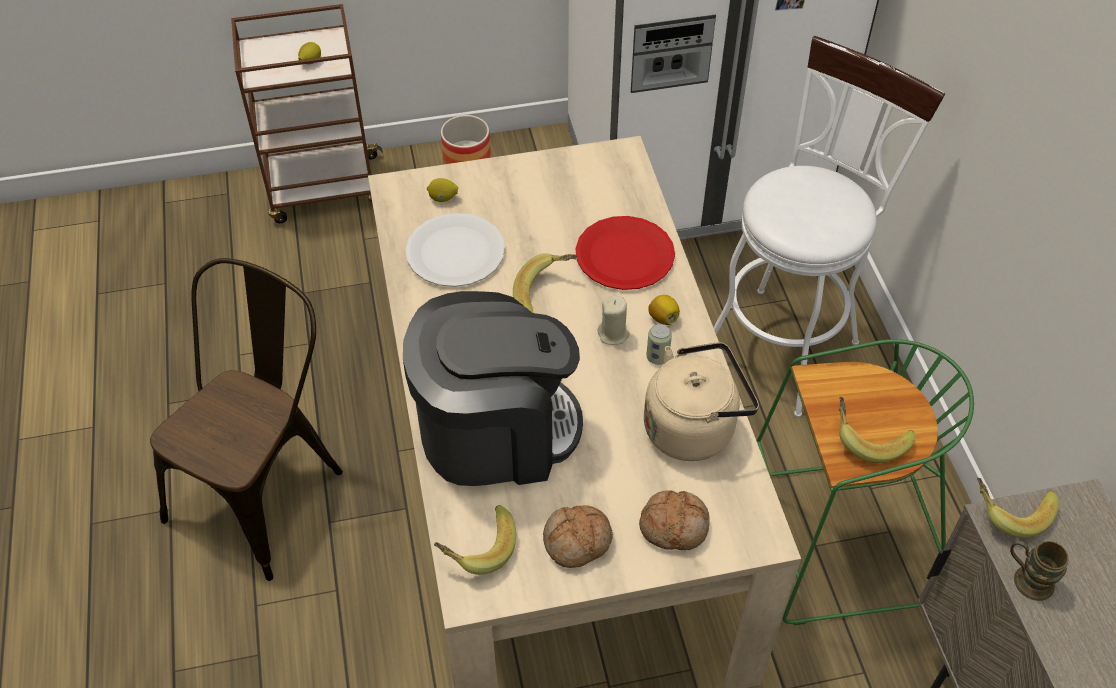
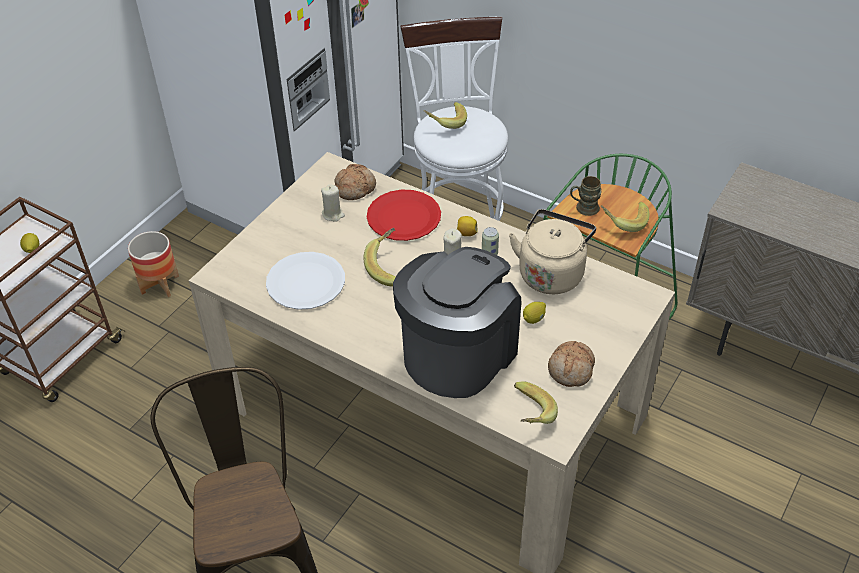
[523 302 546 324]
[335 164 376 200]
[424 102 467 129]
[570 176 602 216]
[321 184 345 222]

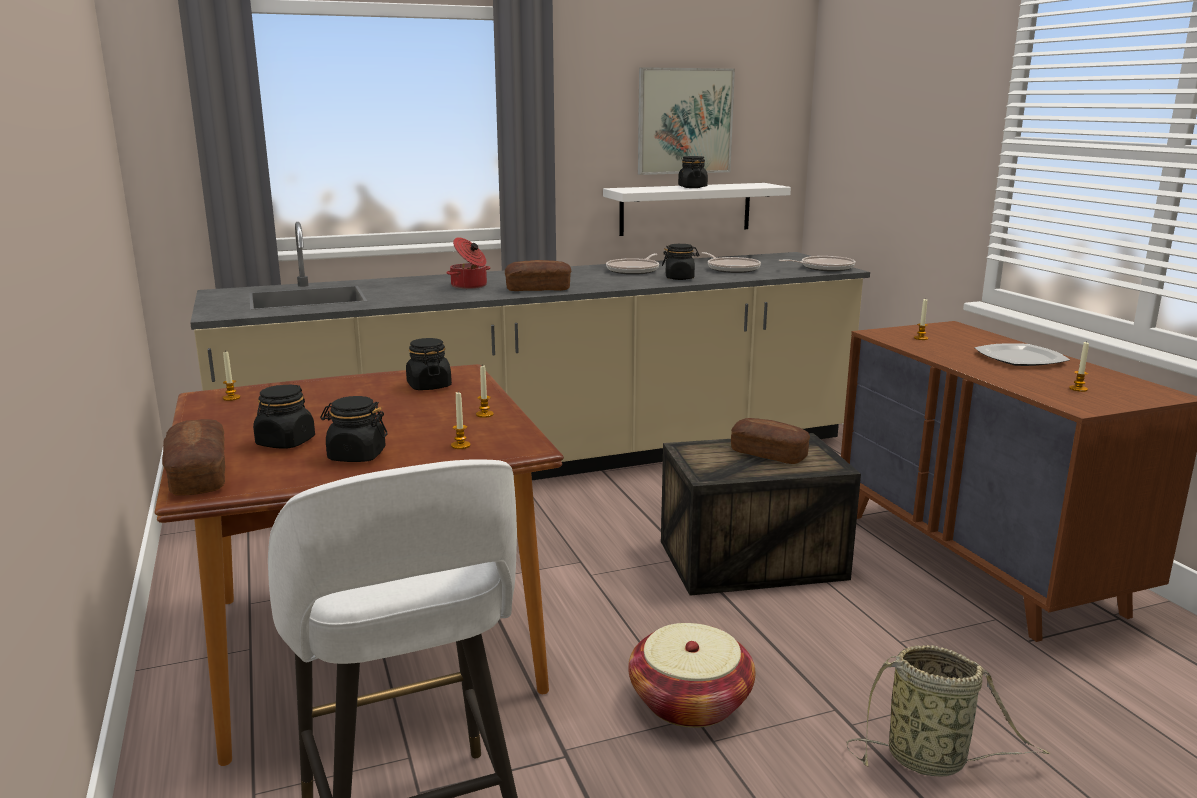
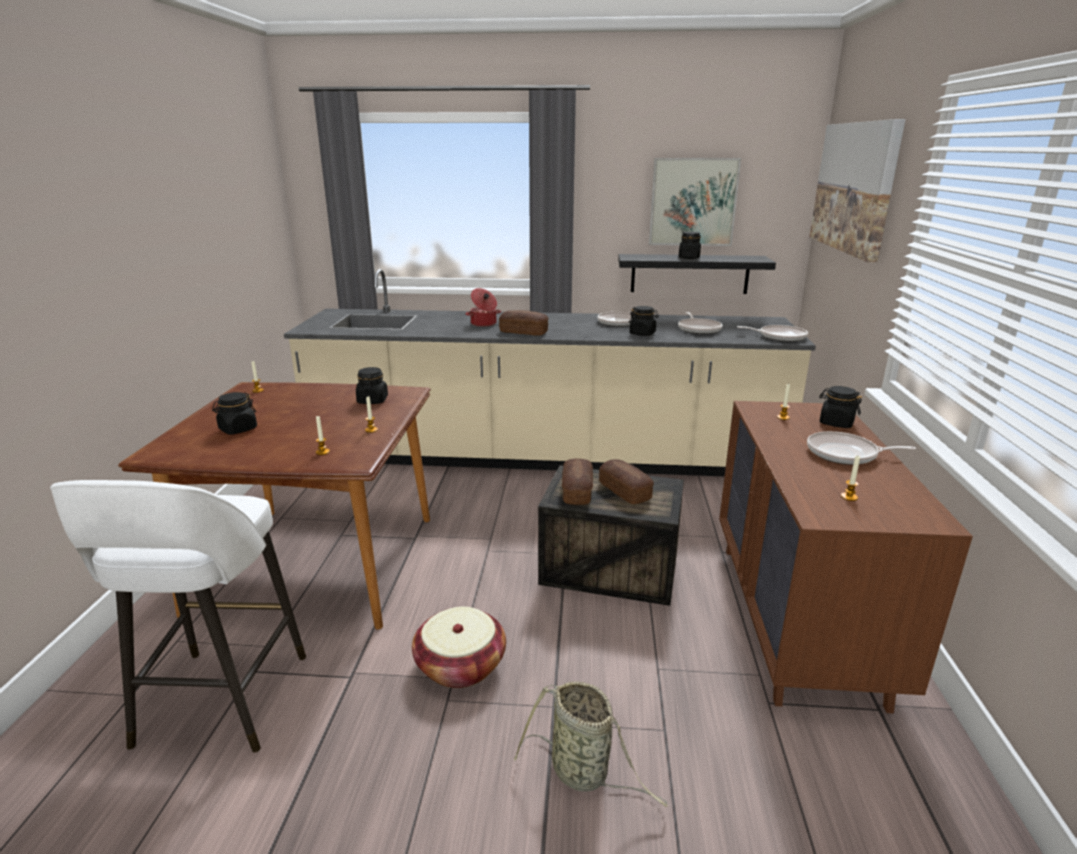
[562 459 593 505]
[819 386 862 428]
[618 254 776 294]
[807 431 916 465]
[810 119 906 262]

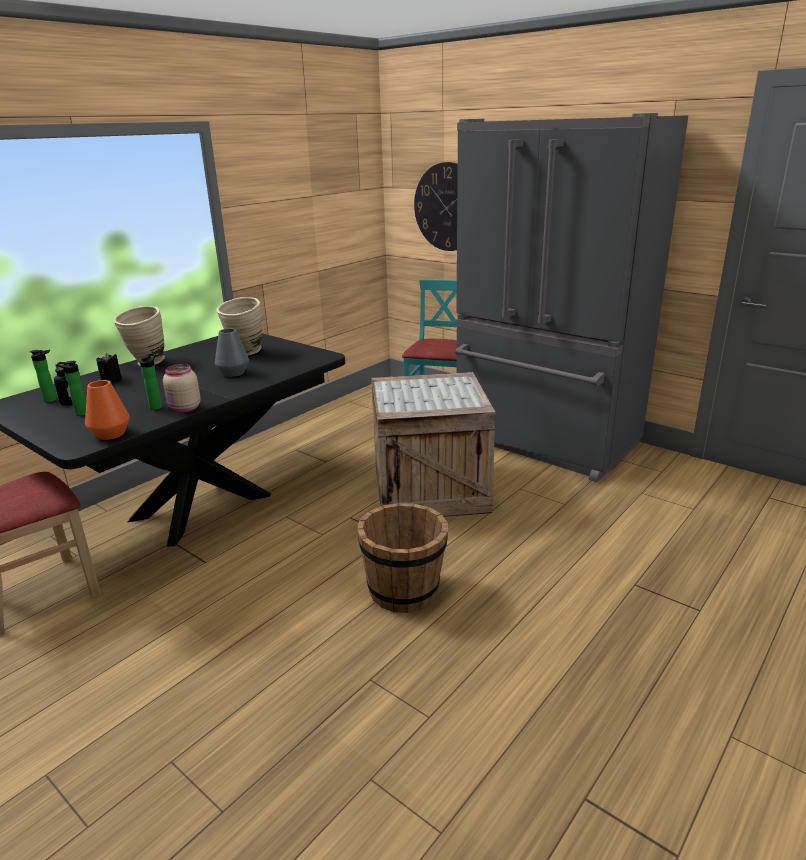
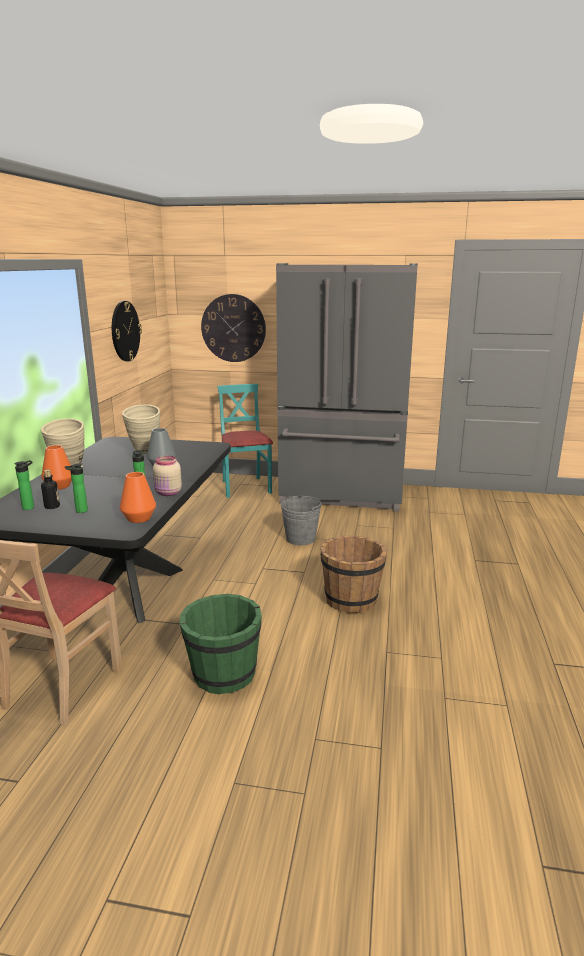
[41 445 72 490]
[281 496 321 545]
[112 301 142 361]
[180 594 262 694]

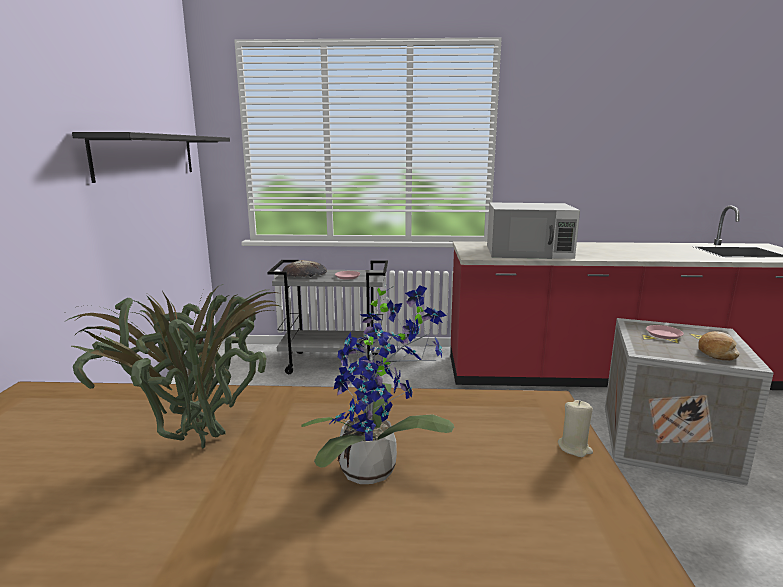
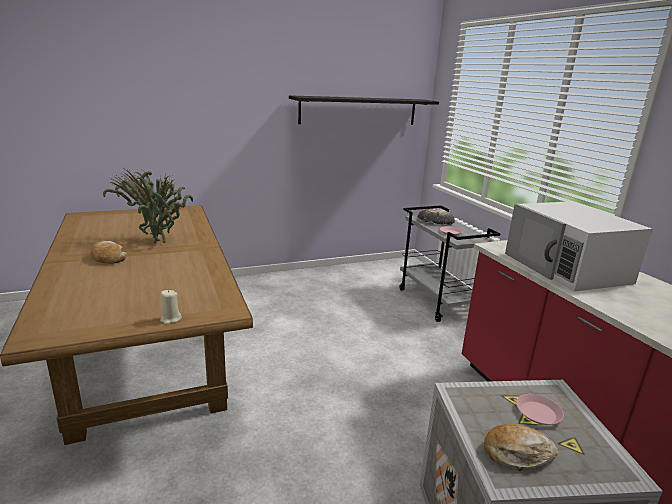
[301 283 454 484] (first image)
[91 241 127 264]

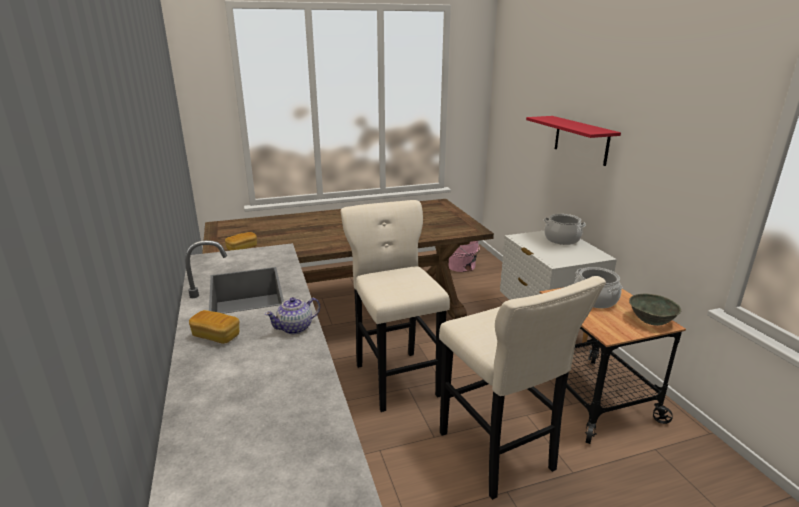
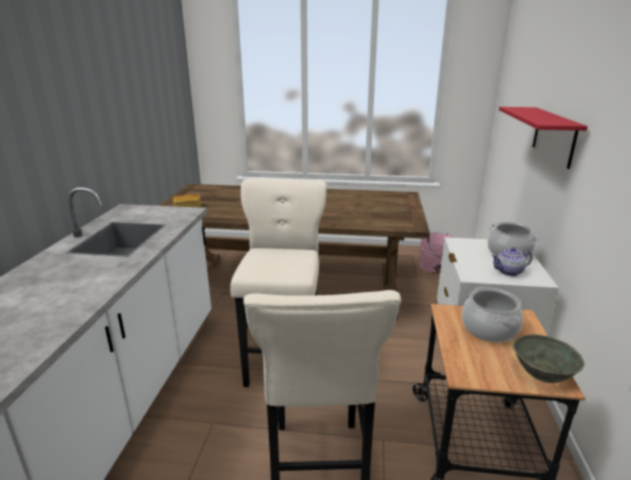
[189 310 239 344] (first image)
[491 247 533 276]

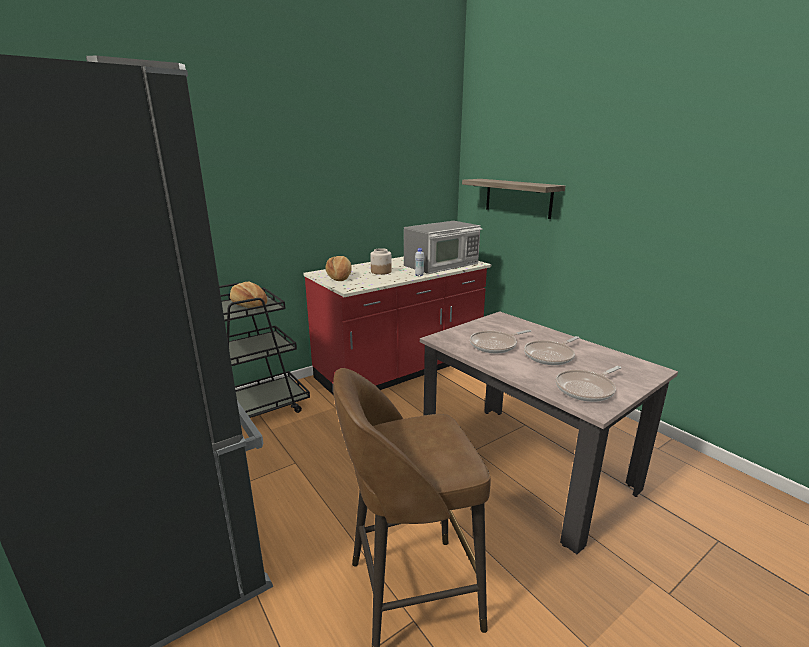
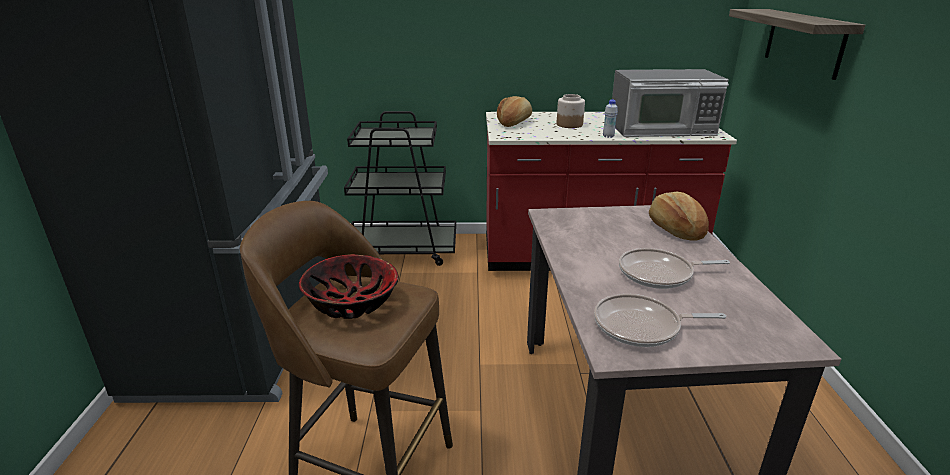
[649 192 709 240]
[470 330 531 353] (first image)
[299 254 399 319]

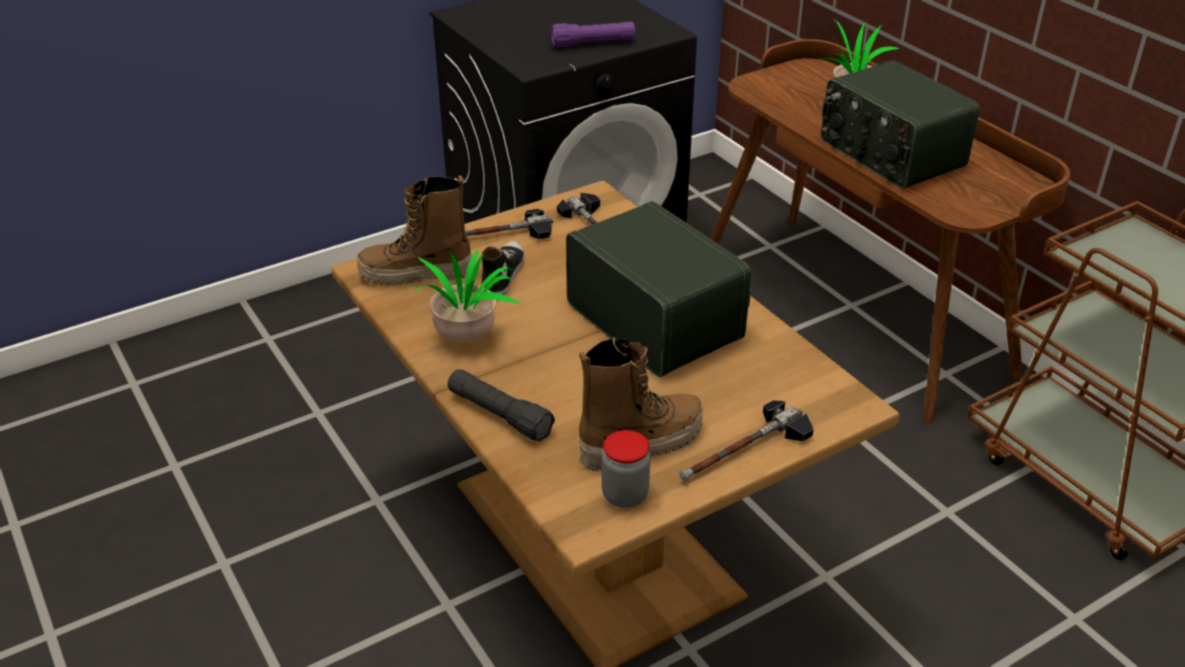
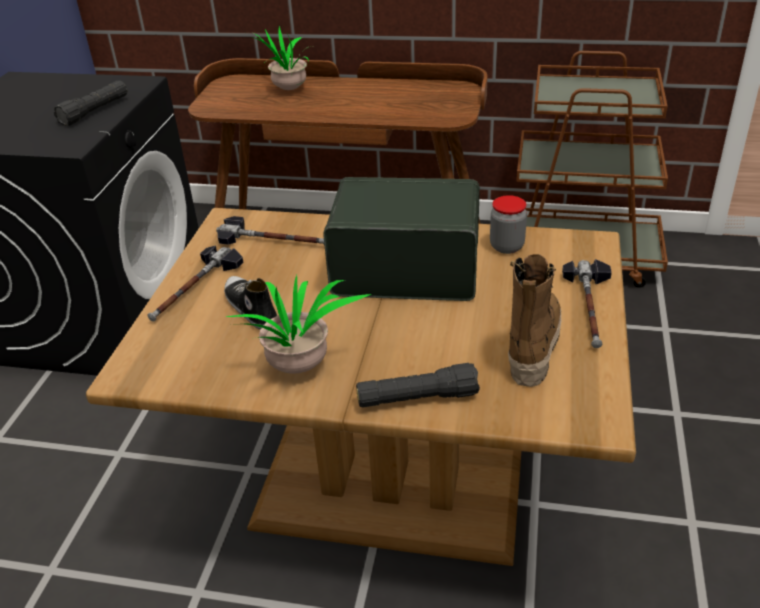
[357 175 472 286] (first image)
[54 81 128 126]
[490 195 527 254]
[821 60 980 189] (first image)

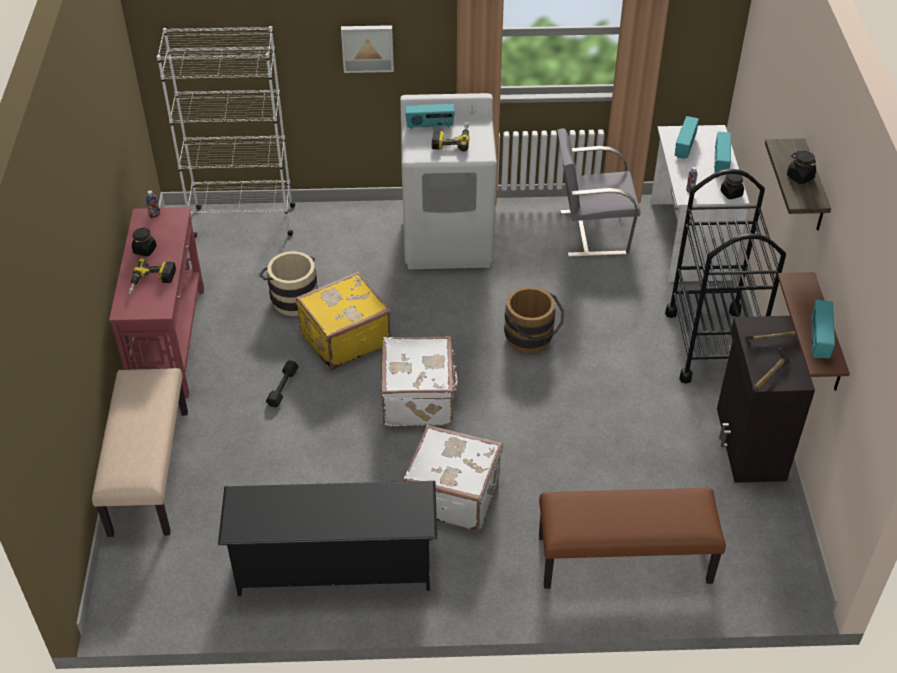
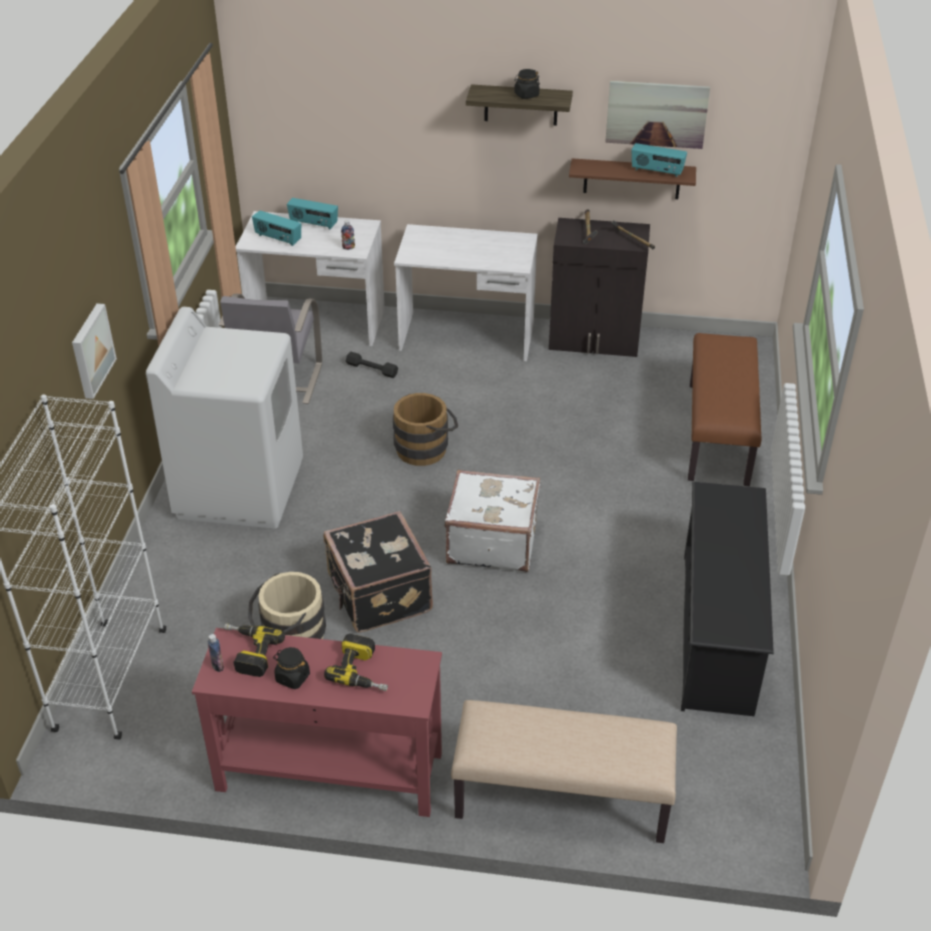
[346 352 398 378]
[324 511 433 632]
[403 425 503 531] (first image)
[405 104 455 129] (first image)
[224 623 285 677]
[394 224 538 361]
[720 174 744 199] (first image)
[605 81 710 149]

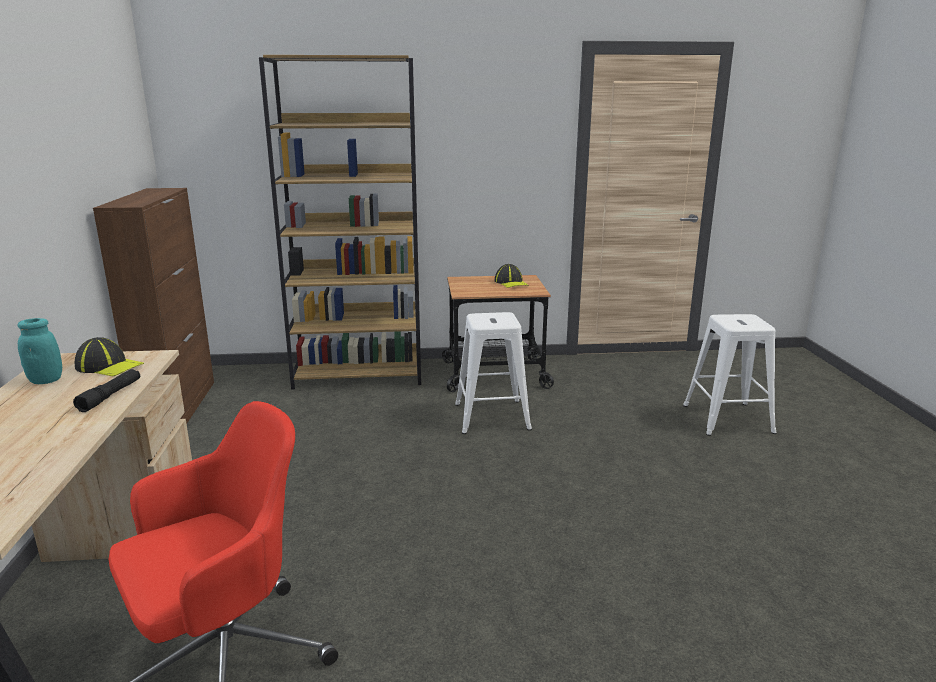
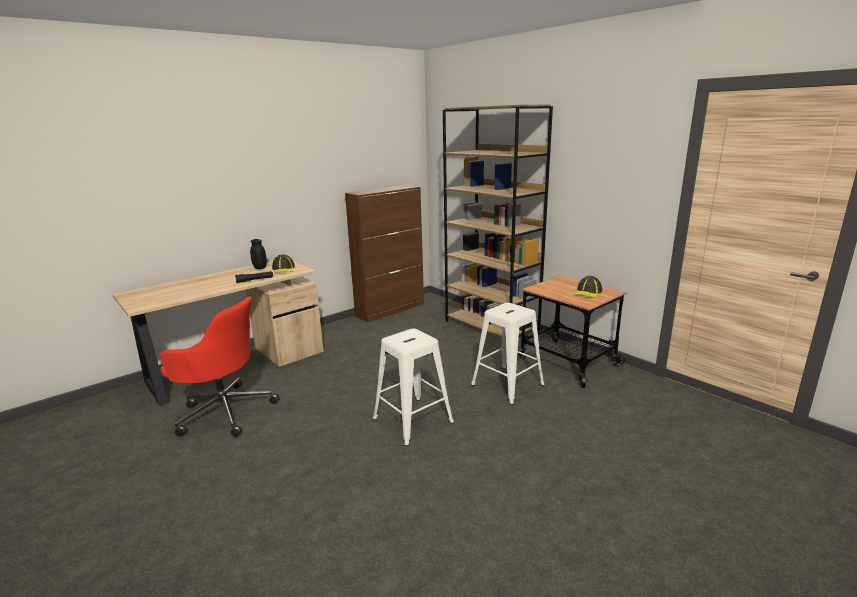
[250 239 267 269]
[373 329 454 446]

